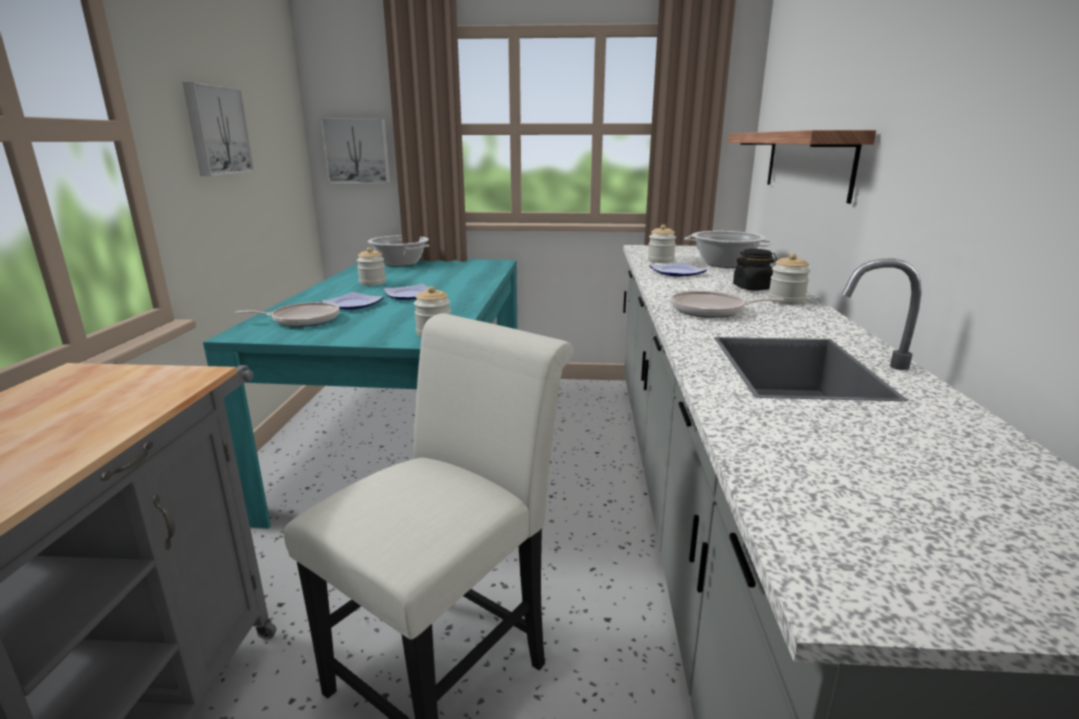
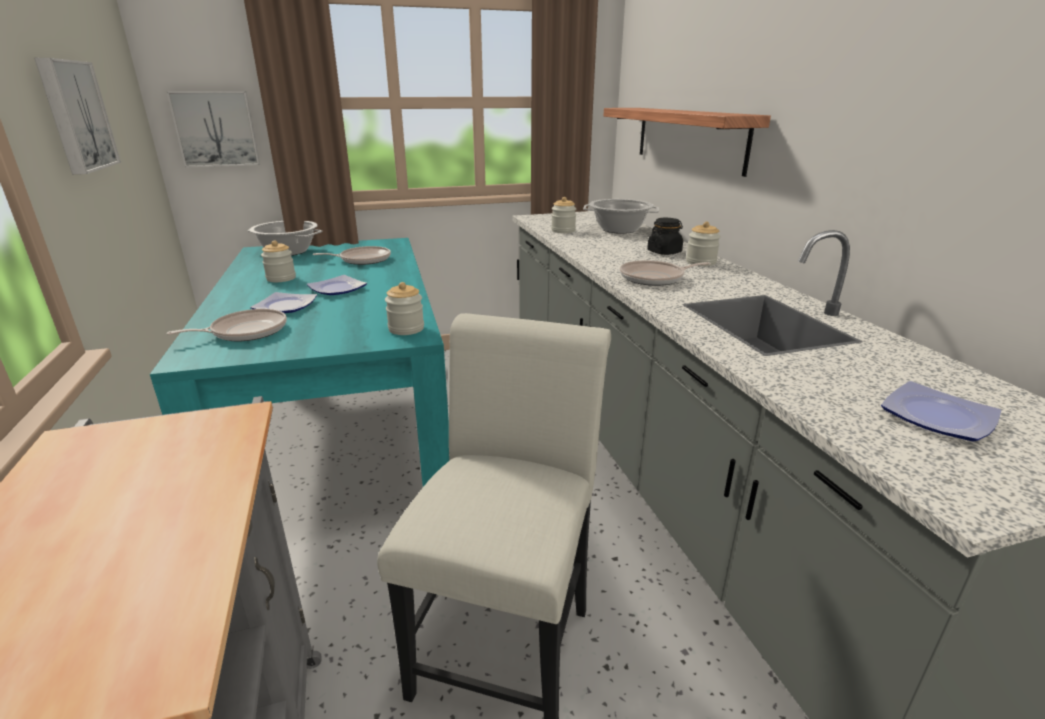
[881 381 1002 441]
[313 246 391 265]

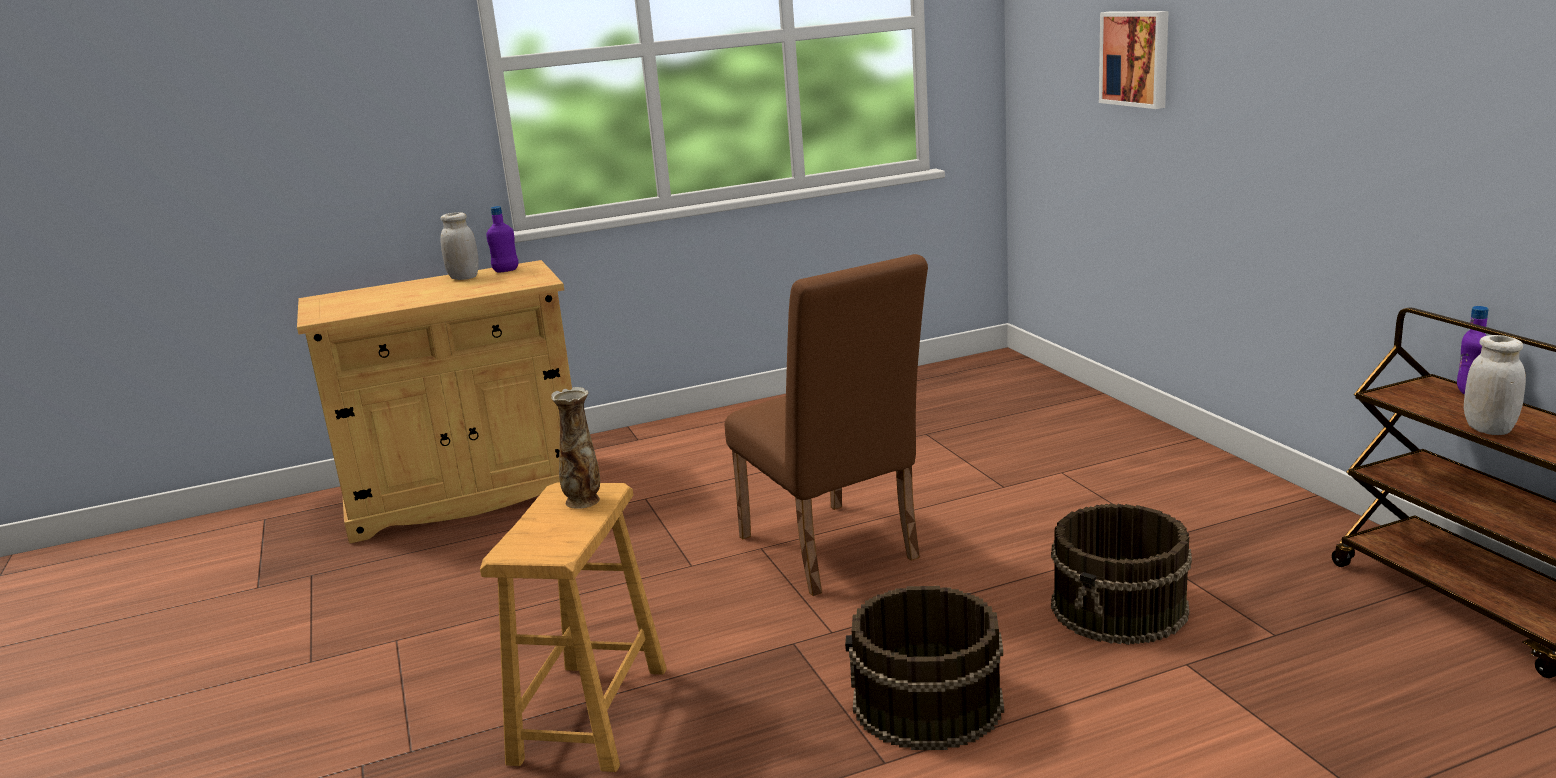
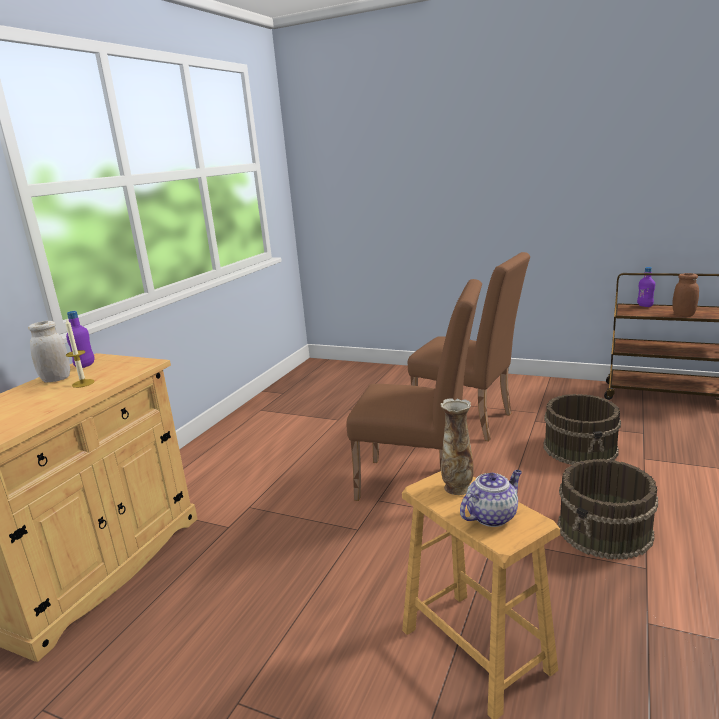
[1099 11 1168 109] (first image)
[672 273 699 316]
[65 319 95 388]
[408 252 530 441]
[460 470 522 527]

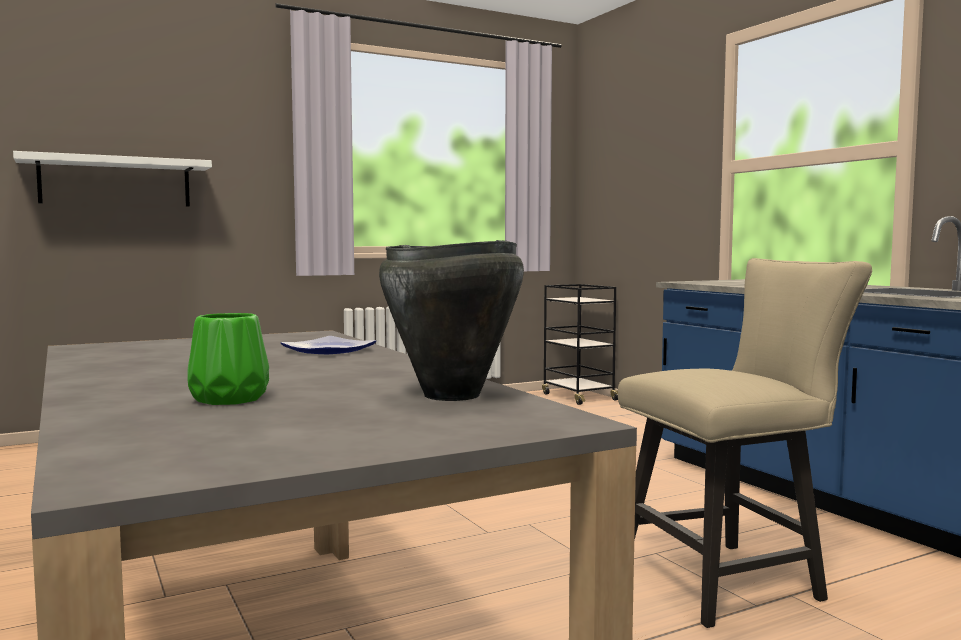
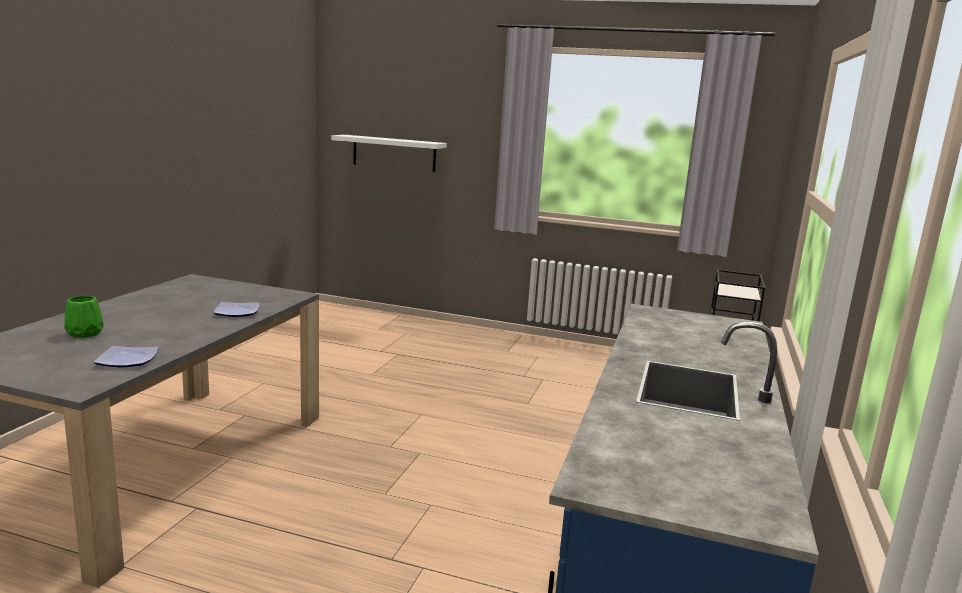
[93 346 159 367]
[618 258 872 628] (first image)

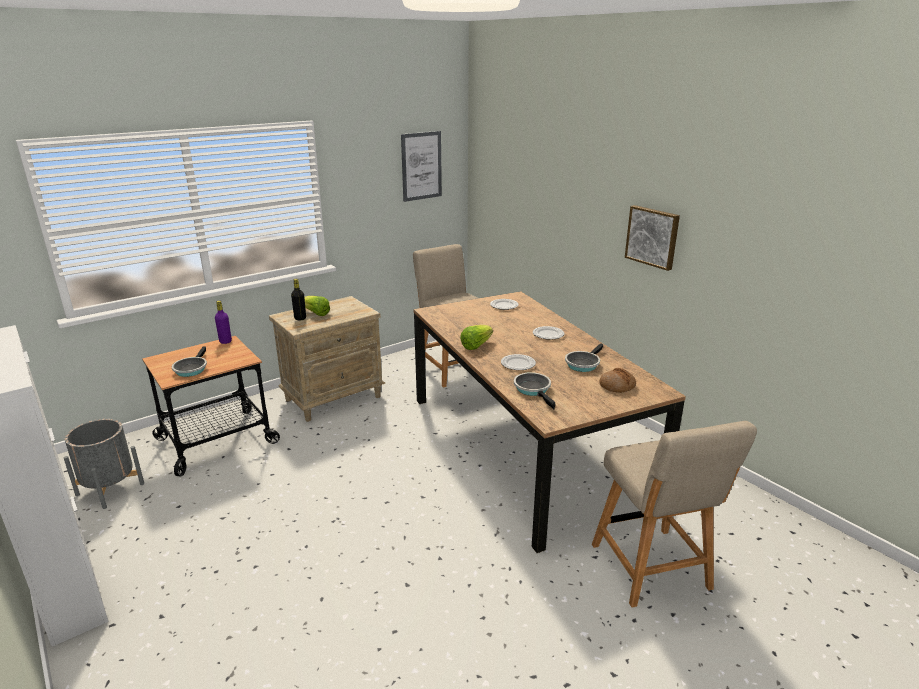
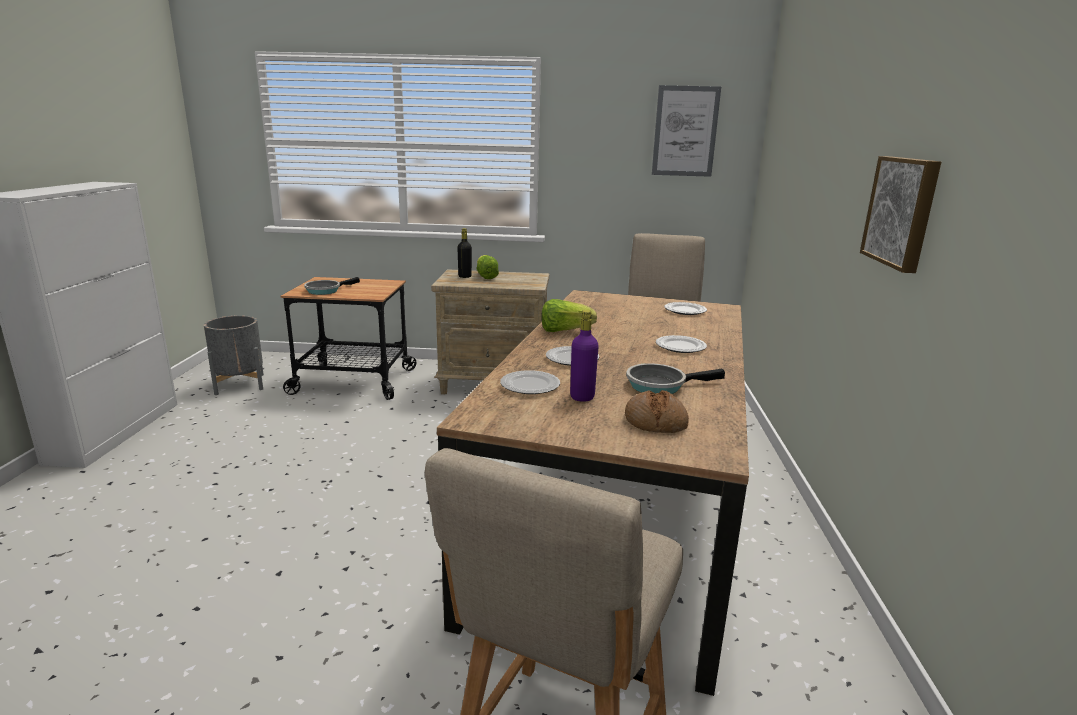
[570 310 599 402]
[500 370 560 394]

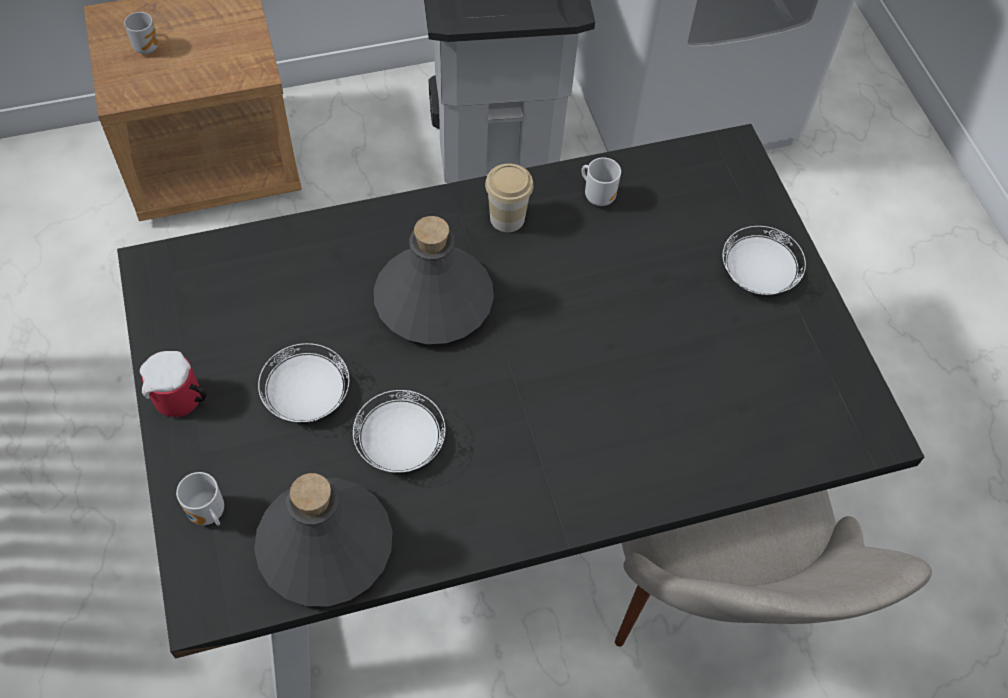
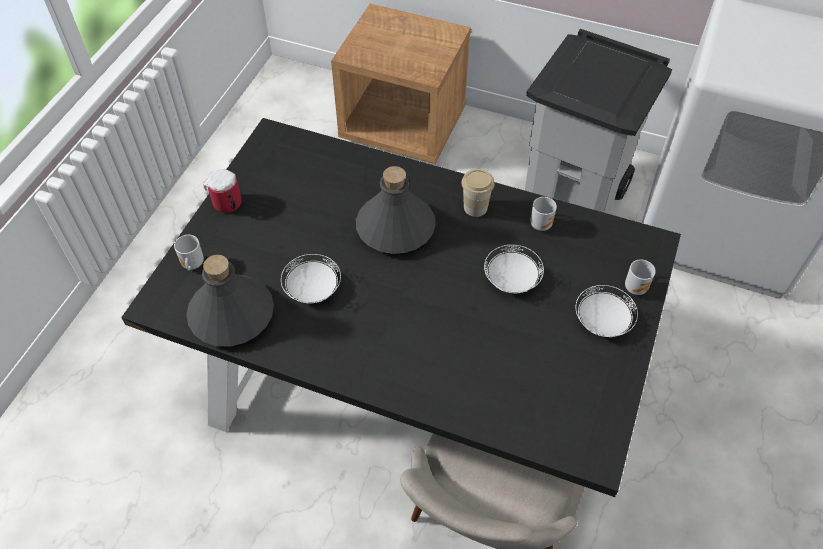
[625 260 656 295]
[484 245 544 293]

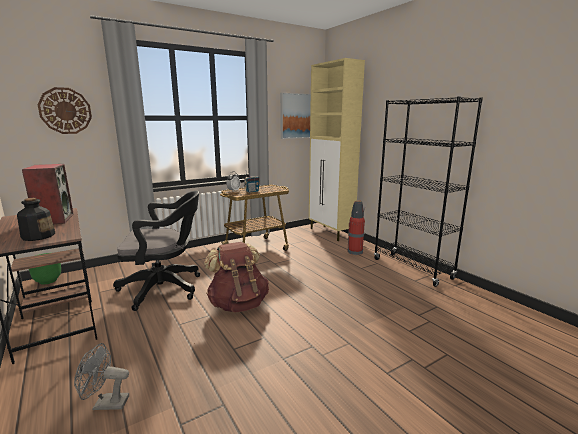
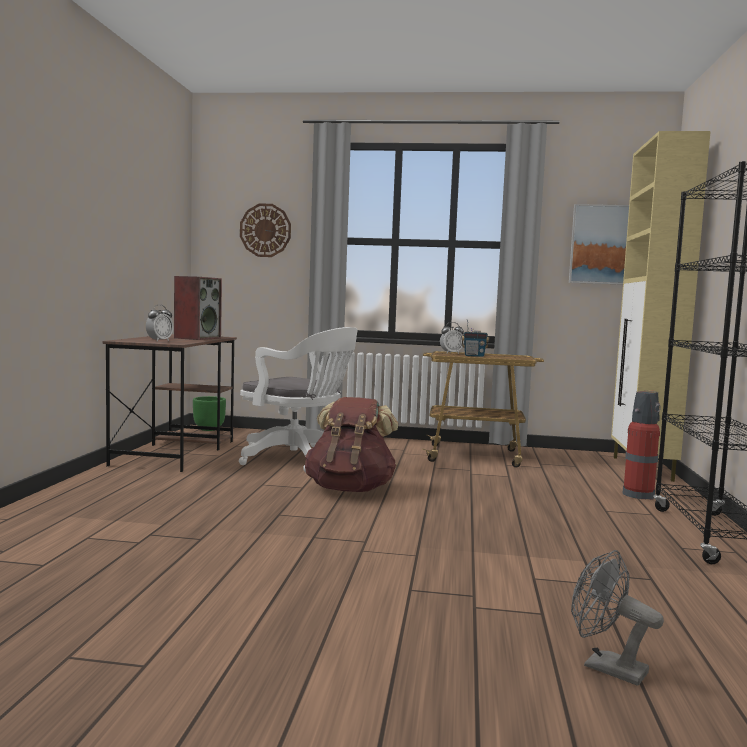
[146 305 174 341]
[571 550 664 686]
[239 327 358 472]

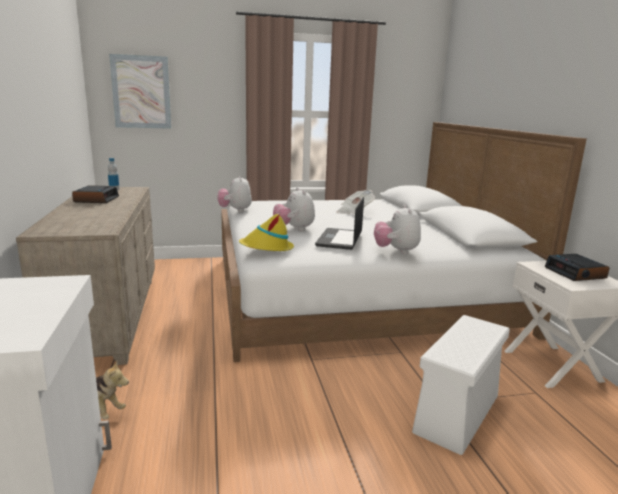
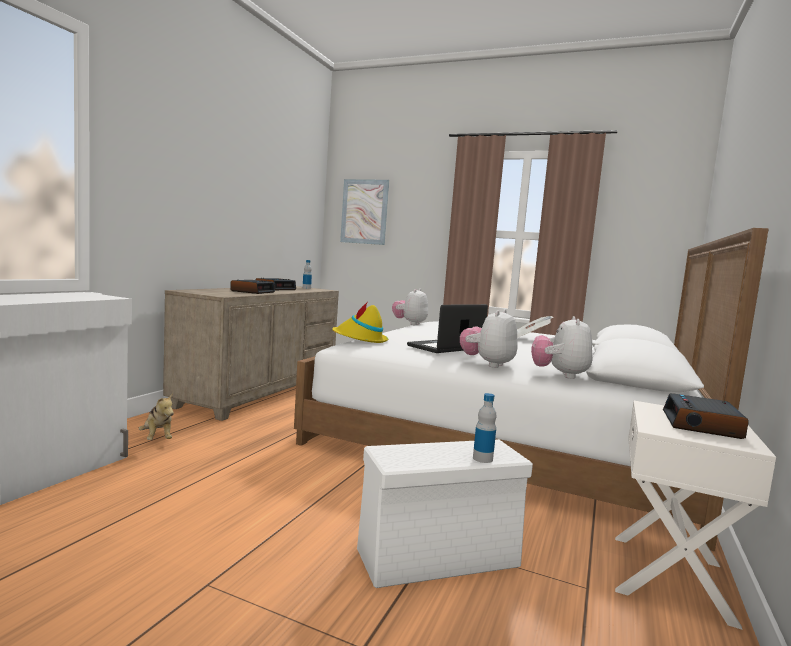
[531 316 593 379]
[230 280 275 294]
[473 393 497 463]

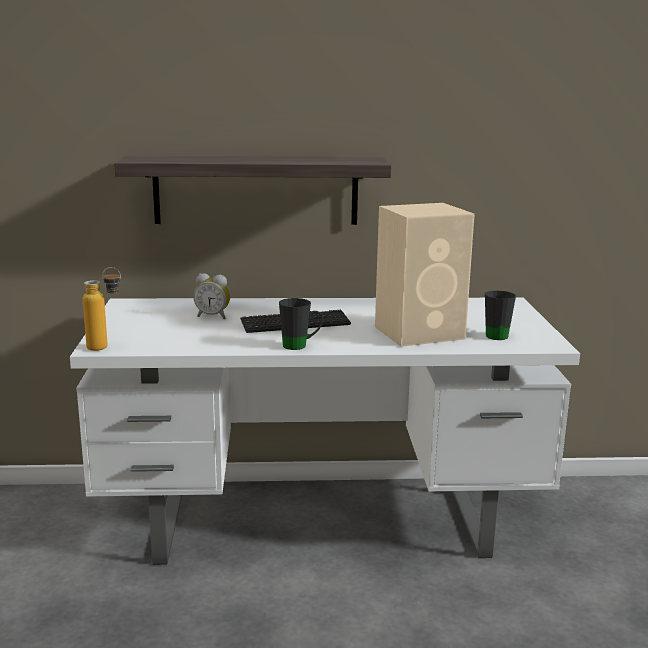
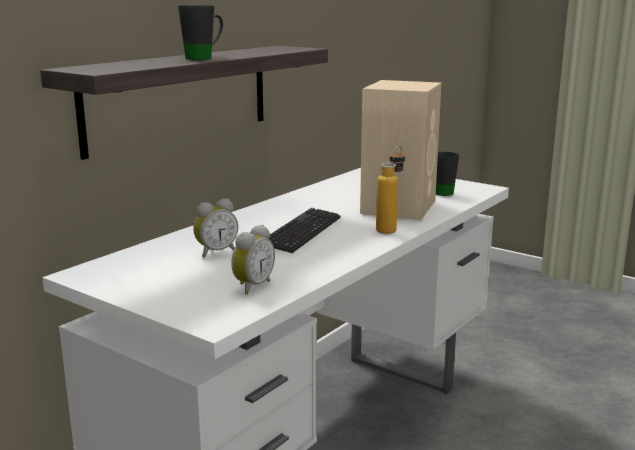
[376 146 405 234]
[178 5 223 60]
[231 225 275 295]

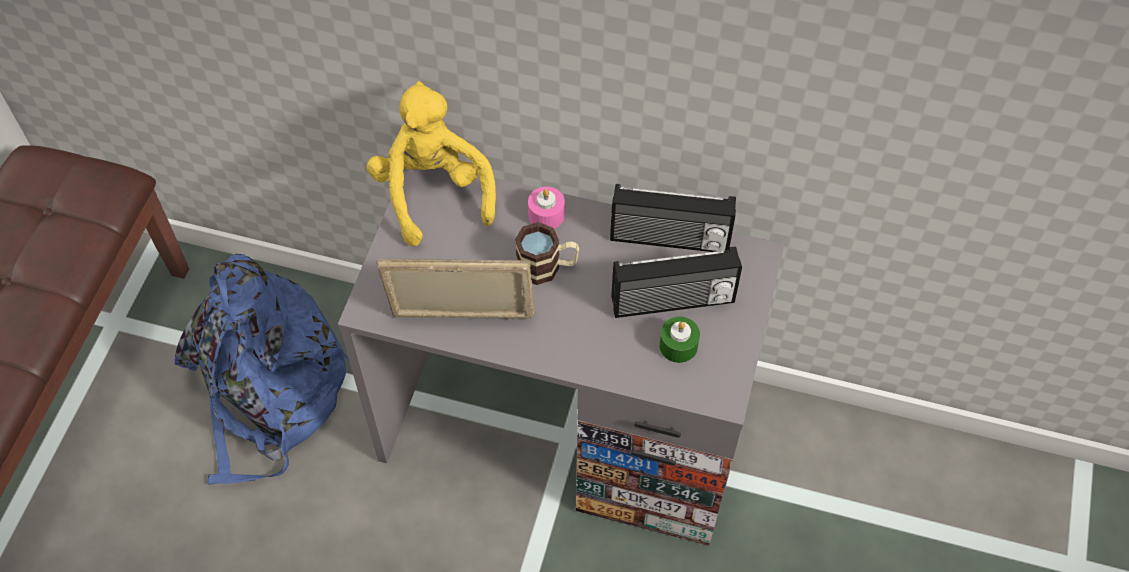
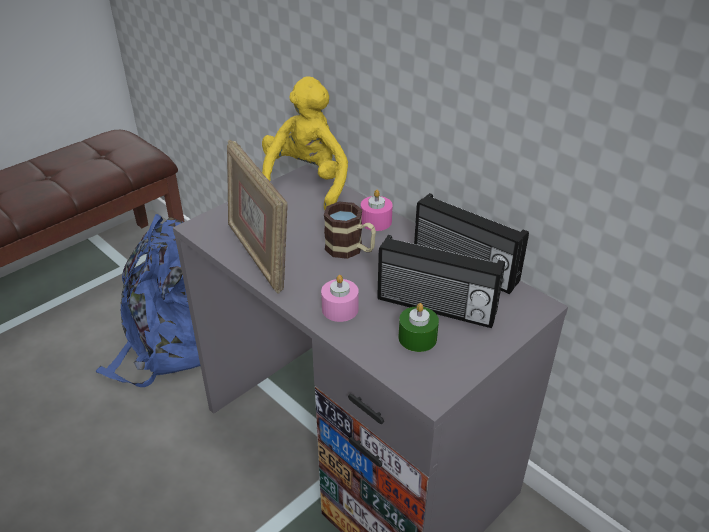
[227 140 287 294]
[321 275 359 322]

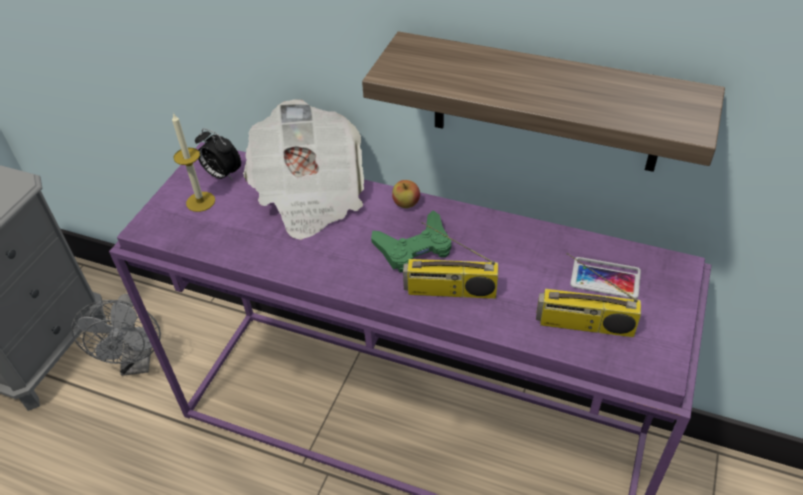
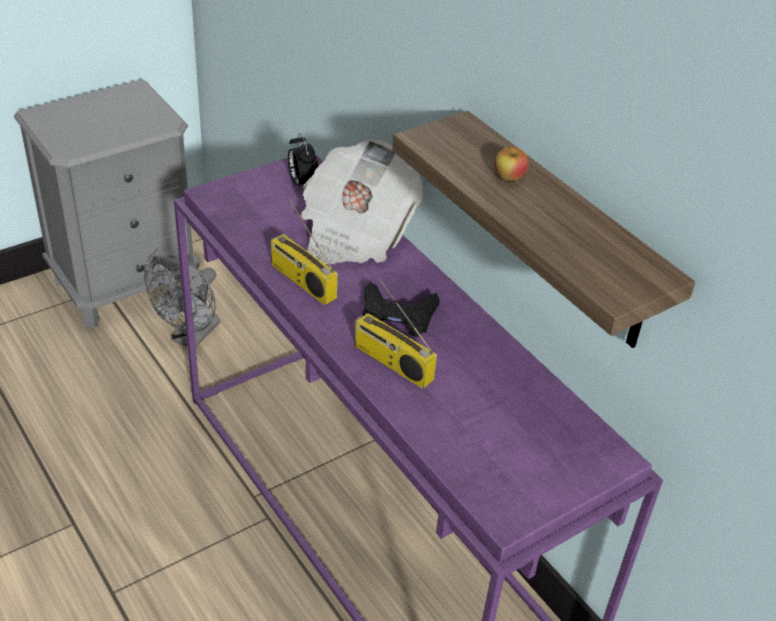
[172 113 215 212] (first image)
[363 282 440 337]
[494 146 529 181]
[271 200 338 305]
[570 257 641 298] (first image)

